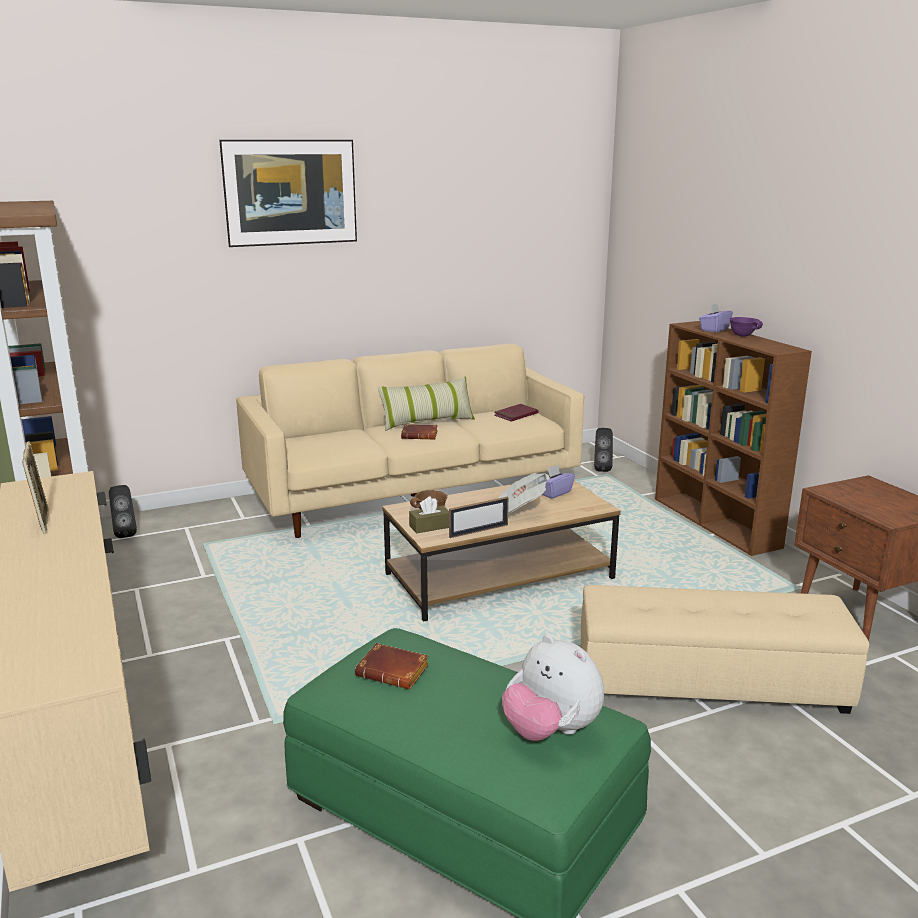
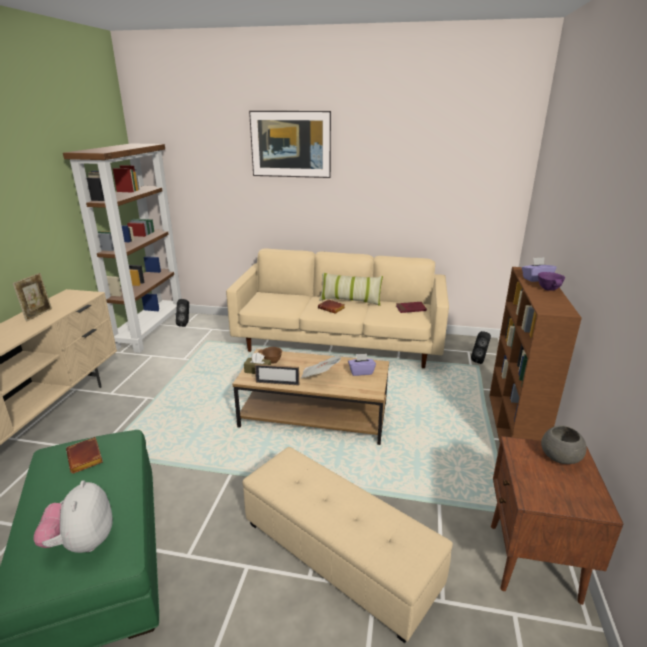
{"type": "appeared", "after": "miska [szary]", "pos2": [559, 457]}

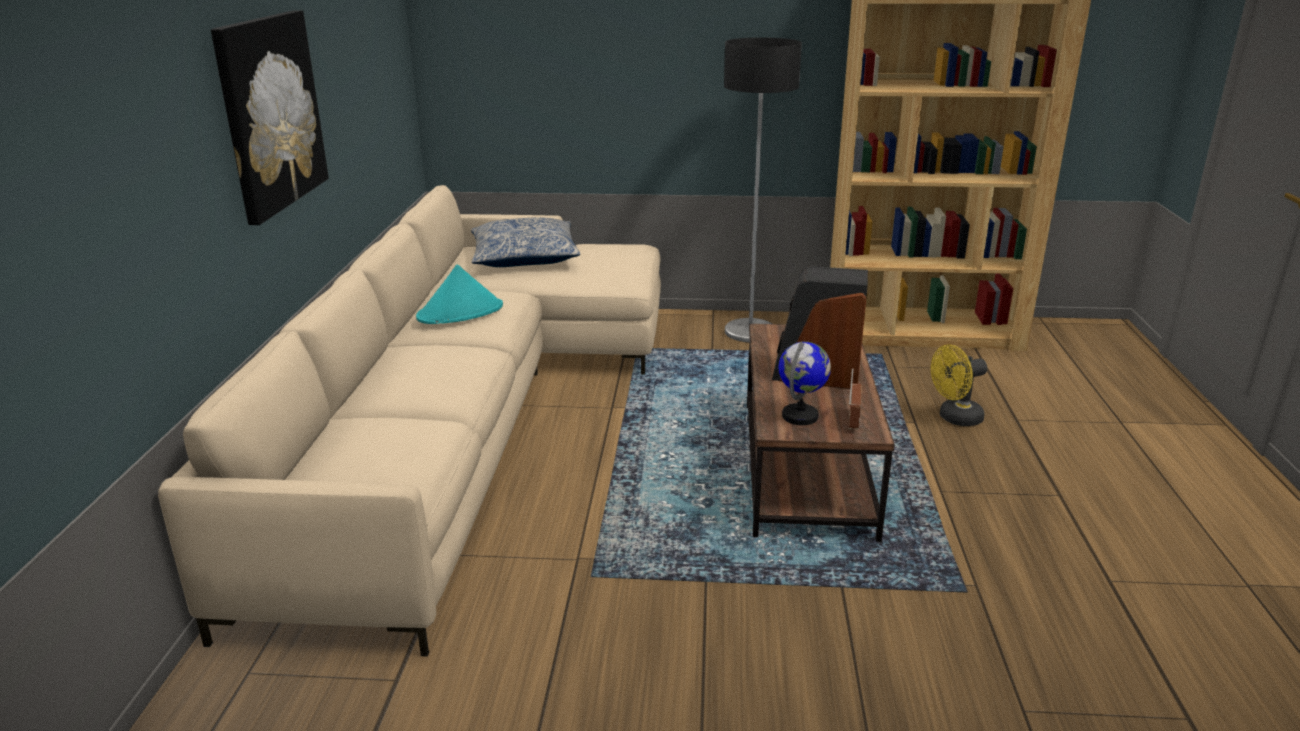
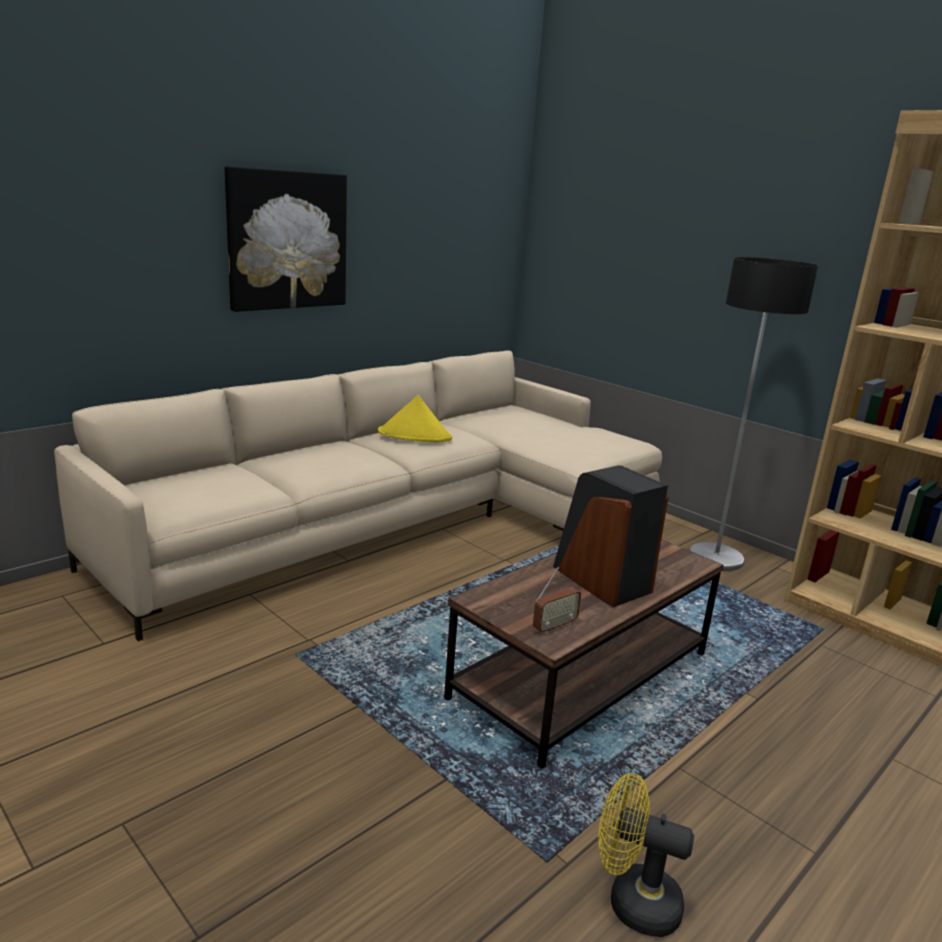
{"type": "colour", "before": "kapelusz [turkusowy]", "after": "kapelusz [żółty]", "pos1": [460, 312], "pos2": [415, 435]}
{"type": "missing", "before": "poduszka", "pos1": [524, 257]}
{"type": "missing", "before": "globus", "pos1": [800, 416]}
{"type": "relocated", "before": "wentylator [żółty]", "pos1": [954, 418], "pos2": [632, 901]}

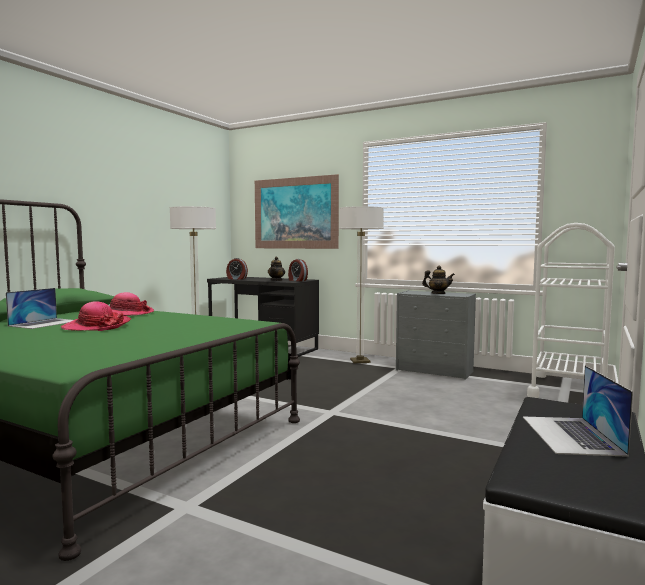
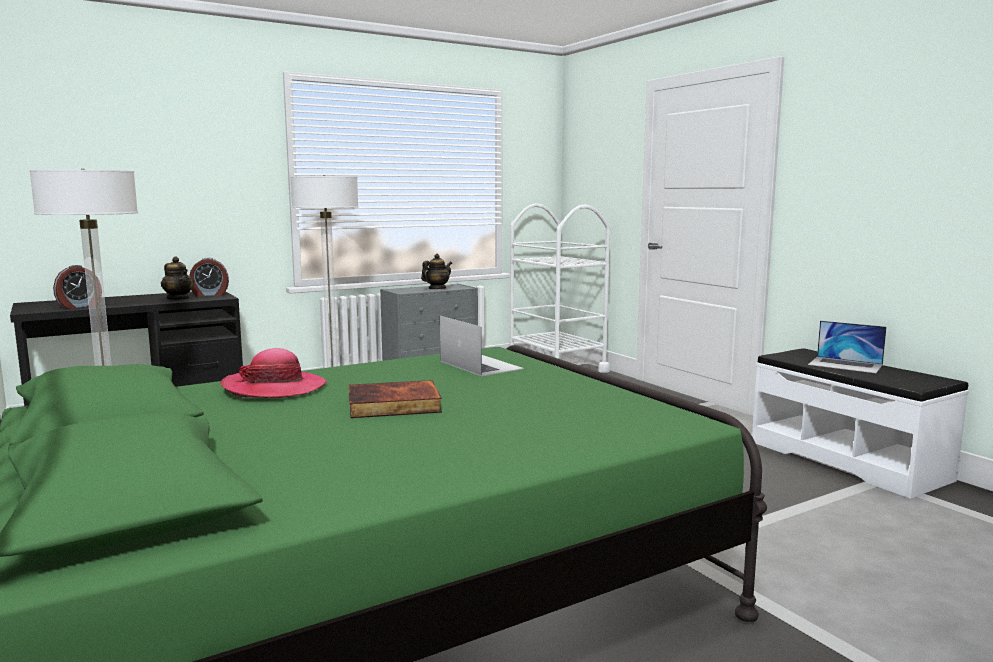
{"type": "relocated", "before": "laptop", "pos1": [45, 323], "pos2": [480, 365]}
{"type": "exchanged", "before": "kapelusz", "after": "książka", "pos1": [96, 326], "pos2": [393, 405]}
{"type": "missing", "before": "obraz", "pos1": [295, 213]}

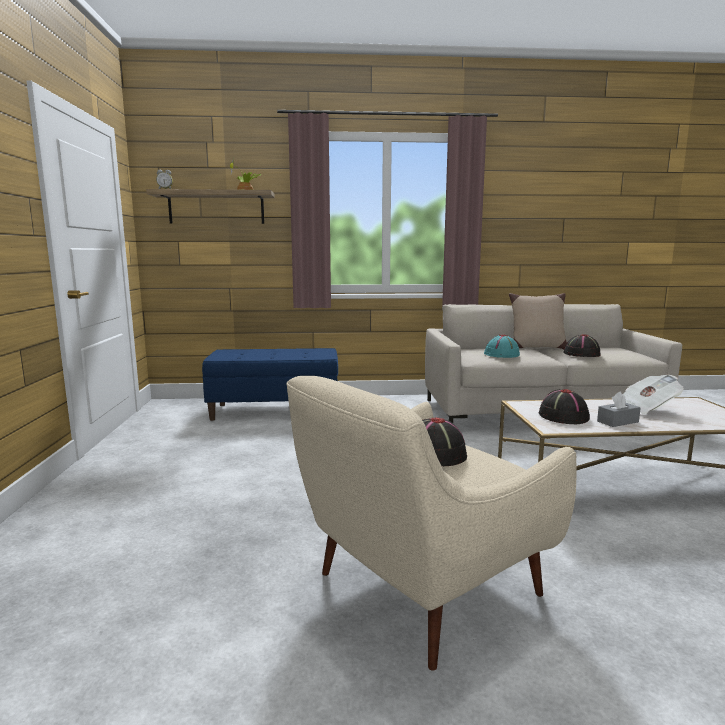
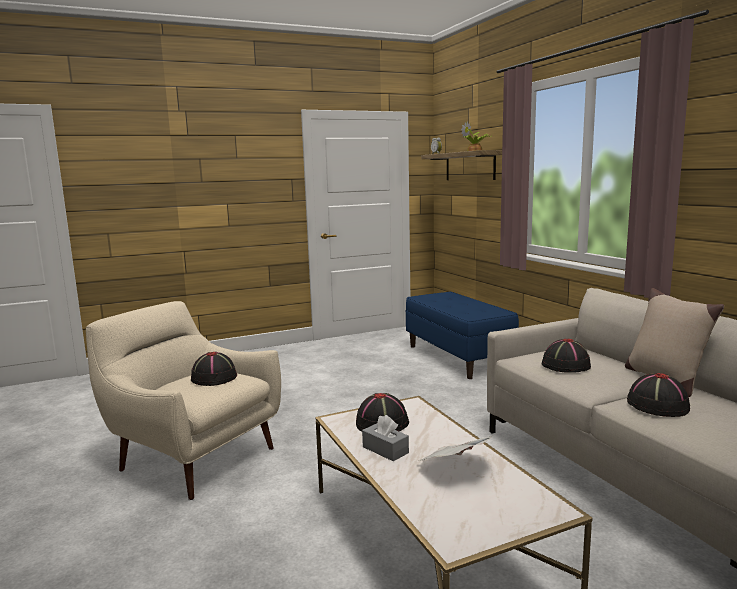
{"type": "colour", "before": "kapelusz [turkusowy]", "after": "kapelusz [czarny]", "pos1": [502, 355], "pos2": [565, 365]}

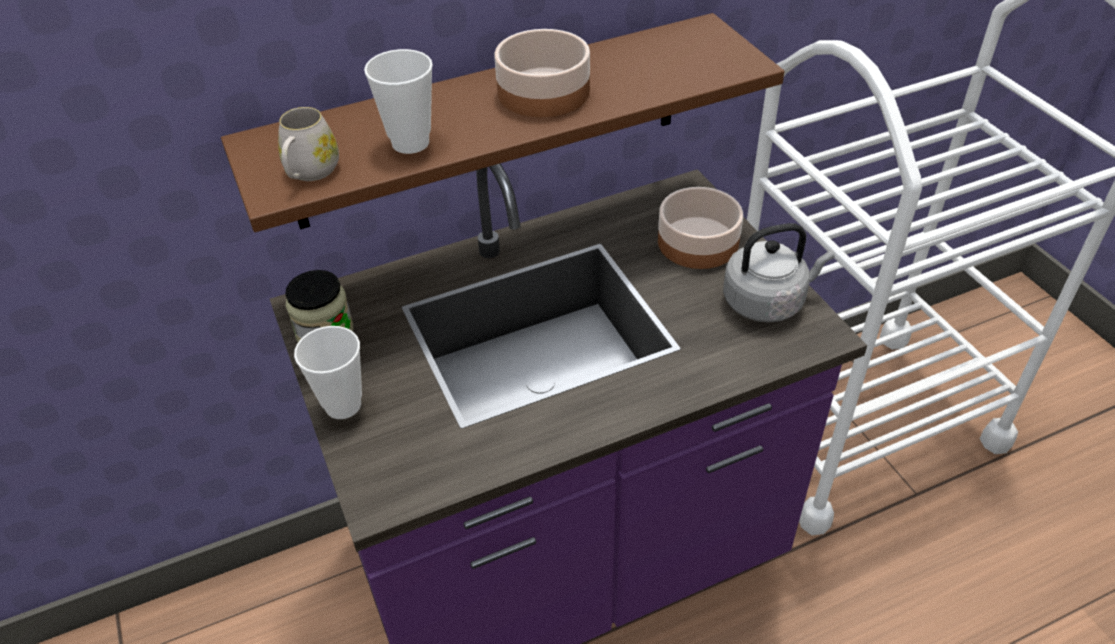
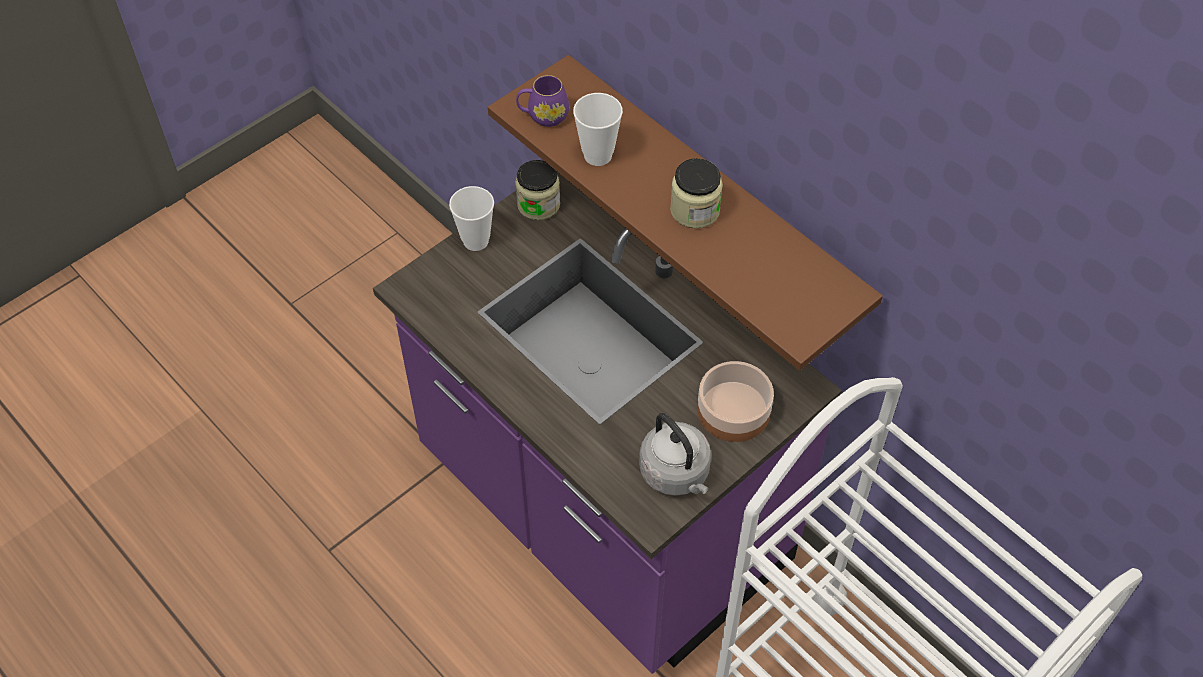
{"type": "colour", "before": "kubek [biały]", "after": "kubek [fioletowy]", "pos1": [309, 173], "pos2": [543, 116]}
{"type": "exchanged", "before": "miska", "after": "słoik", "pos1": [542, 92], "pos2": [695, 210]}

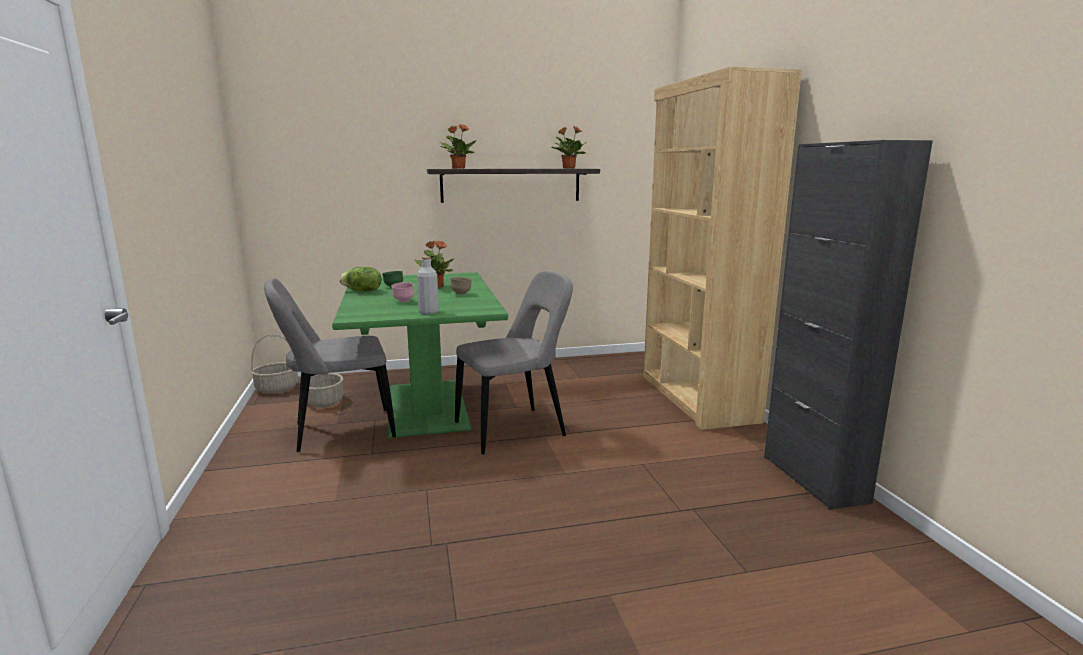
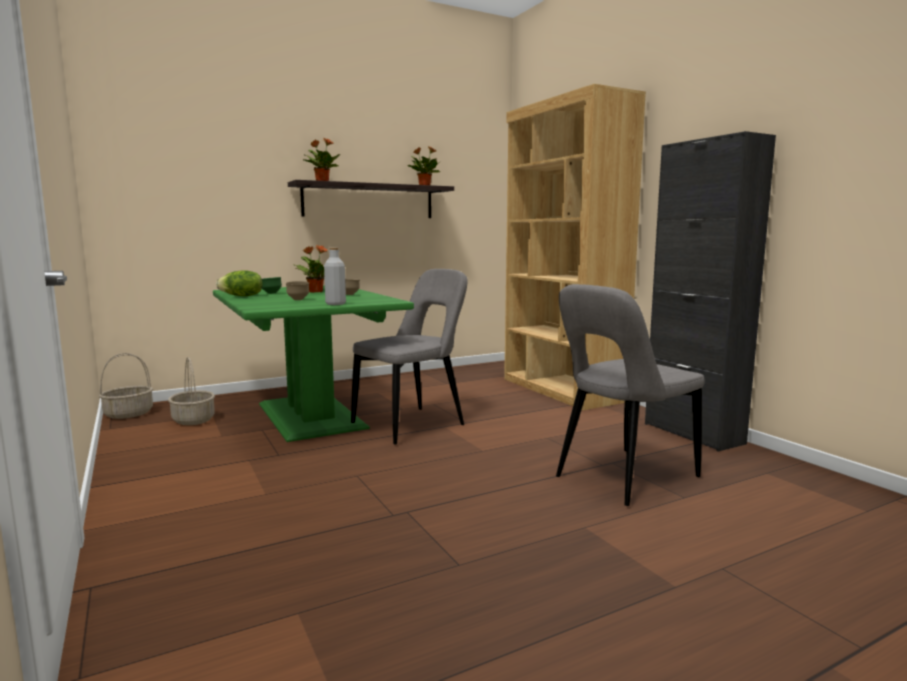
{"type": "relocated", "before": "krzesło [szary]", "pos1": [339, 431], "pos2": [622, 478]}
{"type": "colour", "before": "miska [różowy]", "after": "miska [brązowy]", "pos1": [403, 301], "pos2": [298, 300]}

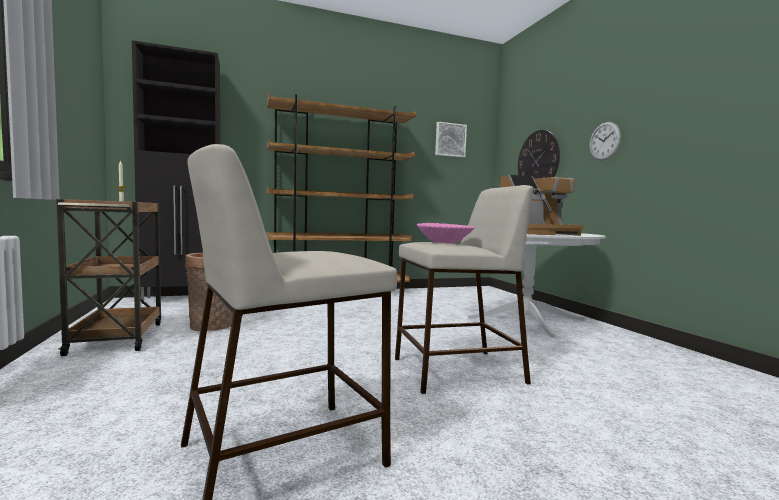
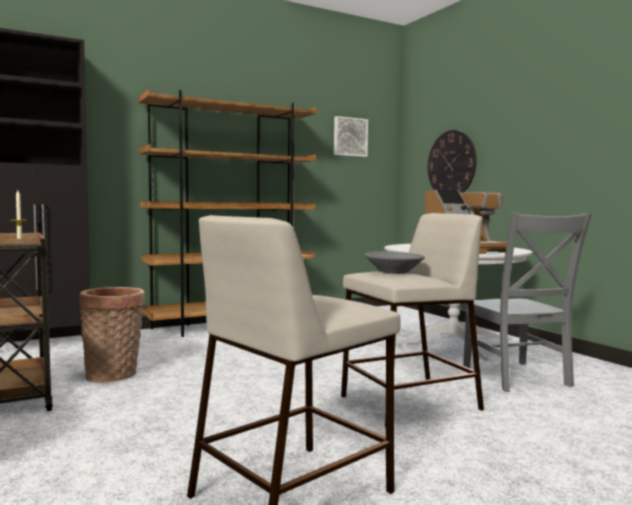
{"type": "colour", "before": "miska [różowy]", "after": "miska [szary]", "pos1": [444, 242], "pos2": [394, 272]}
{"type": "missing", "before": "zegar ścienny", "pos1": [604, 141]}
{"type": "appeared", "after": "krzesło [szary]", "pos2": [517, 377]}

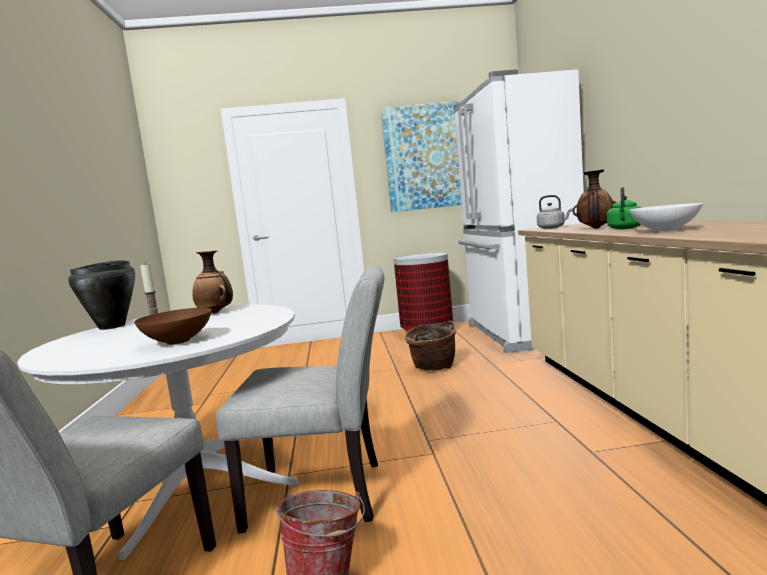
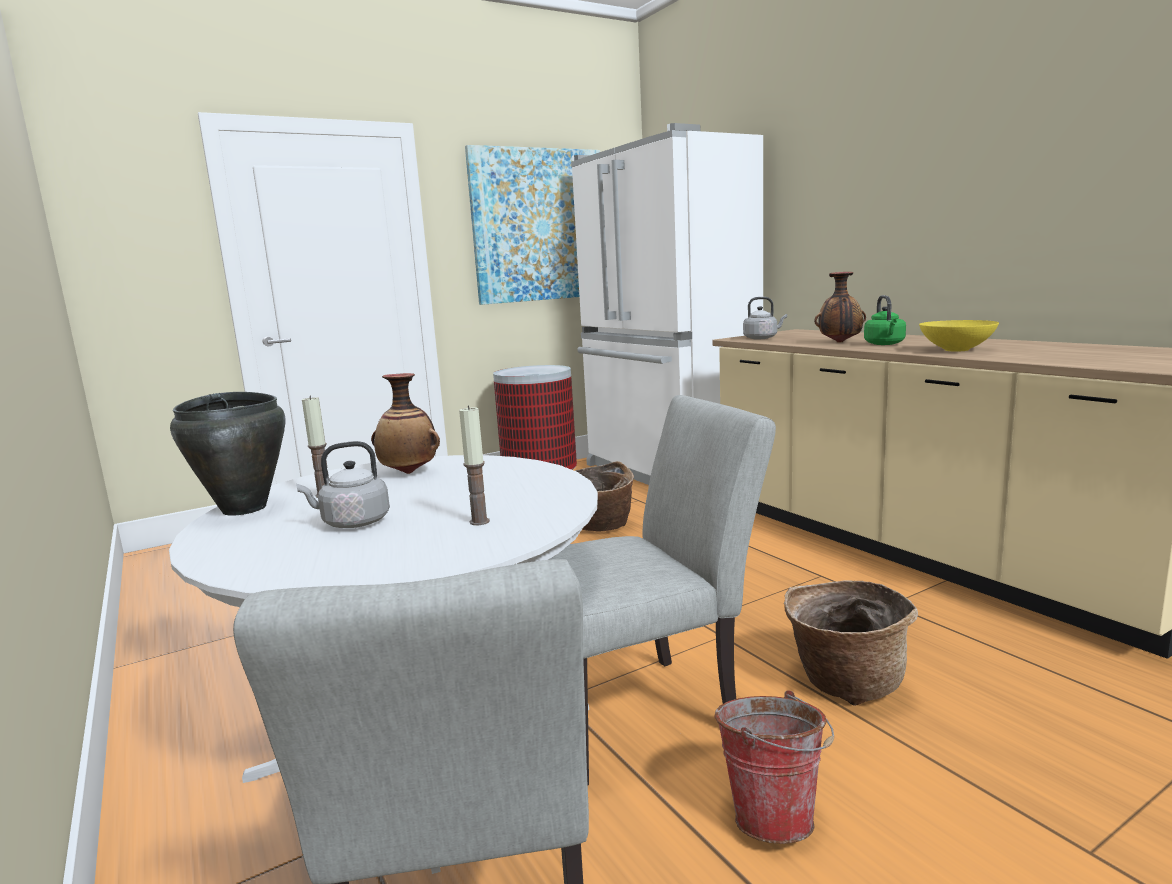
{"type": "exchanged", "before": "miska [brązowy]", "after": "świeca", "pos1": [179, 341], "pos2": [479, 522]}
{"type": "colour", "before": "miska [biały]", "after": "miska [żółty]", "pos1": [665, 230], "pos2": [956, 350]}
{"type": "appeared", "after": "czajnik [szary]", "pos2": [352, 523]}
{"type": "appeared", "after": "koszyk", "pos2": [844, 682]}

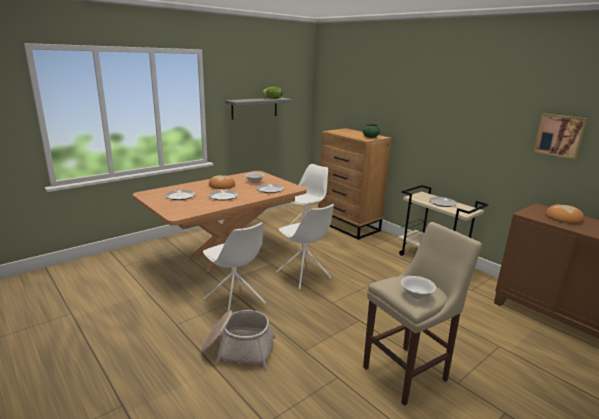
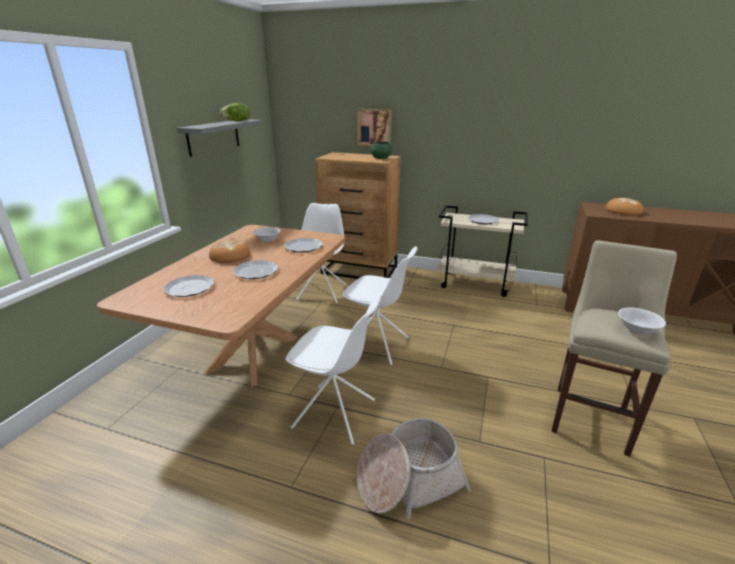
{"type": "relocated", "before": "obraz", "pos1": [560, 135], "pos2": [374, 127]}

